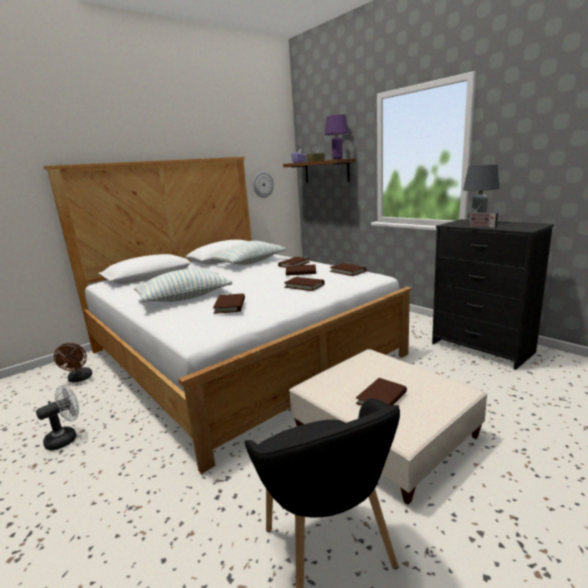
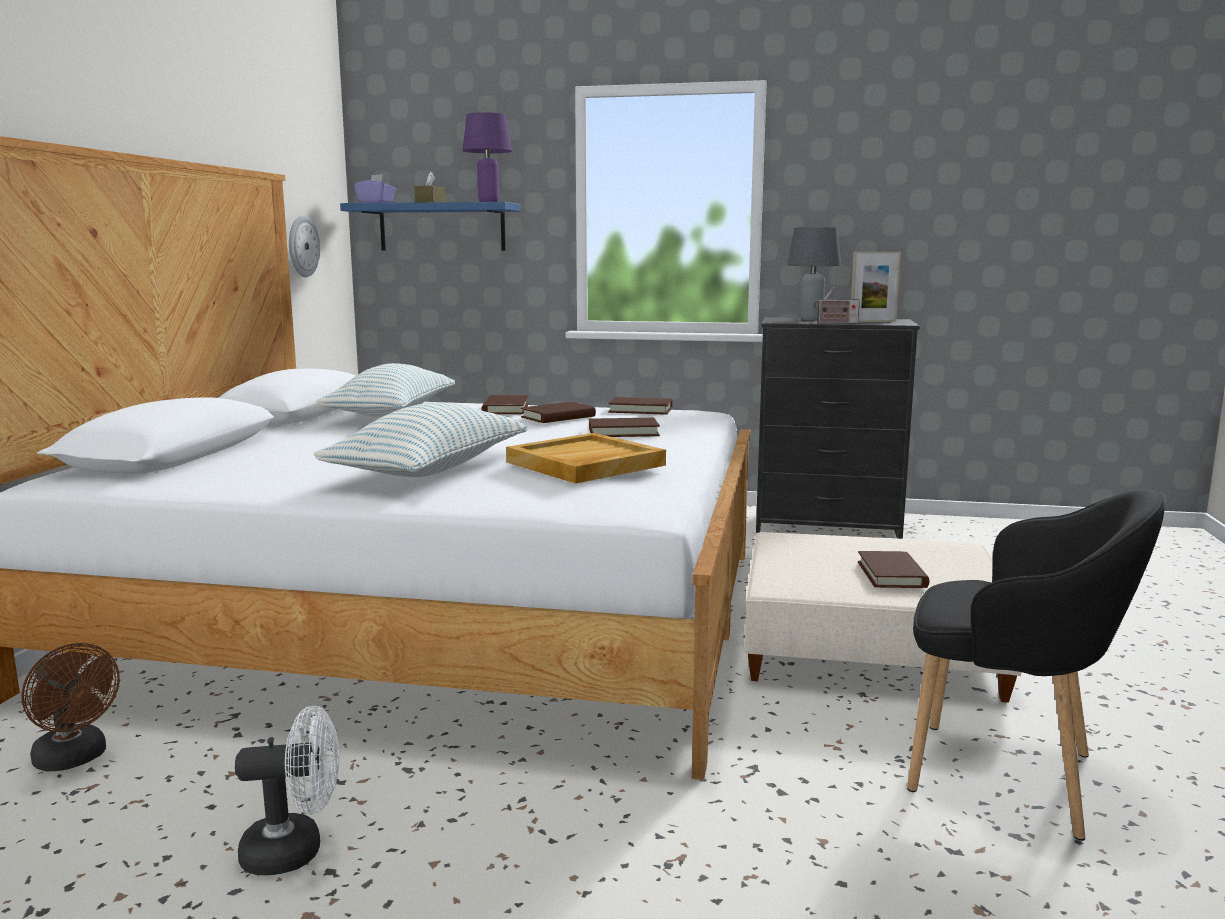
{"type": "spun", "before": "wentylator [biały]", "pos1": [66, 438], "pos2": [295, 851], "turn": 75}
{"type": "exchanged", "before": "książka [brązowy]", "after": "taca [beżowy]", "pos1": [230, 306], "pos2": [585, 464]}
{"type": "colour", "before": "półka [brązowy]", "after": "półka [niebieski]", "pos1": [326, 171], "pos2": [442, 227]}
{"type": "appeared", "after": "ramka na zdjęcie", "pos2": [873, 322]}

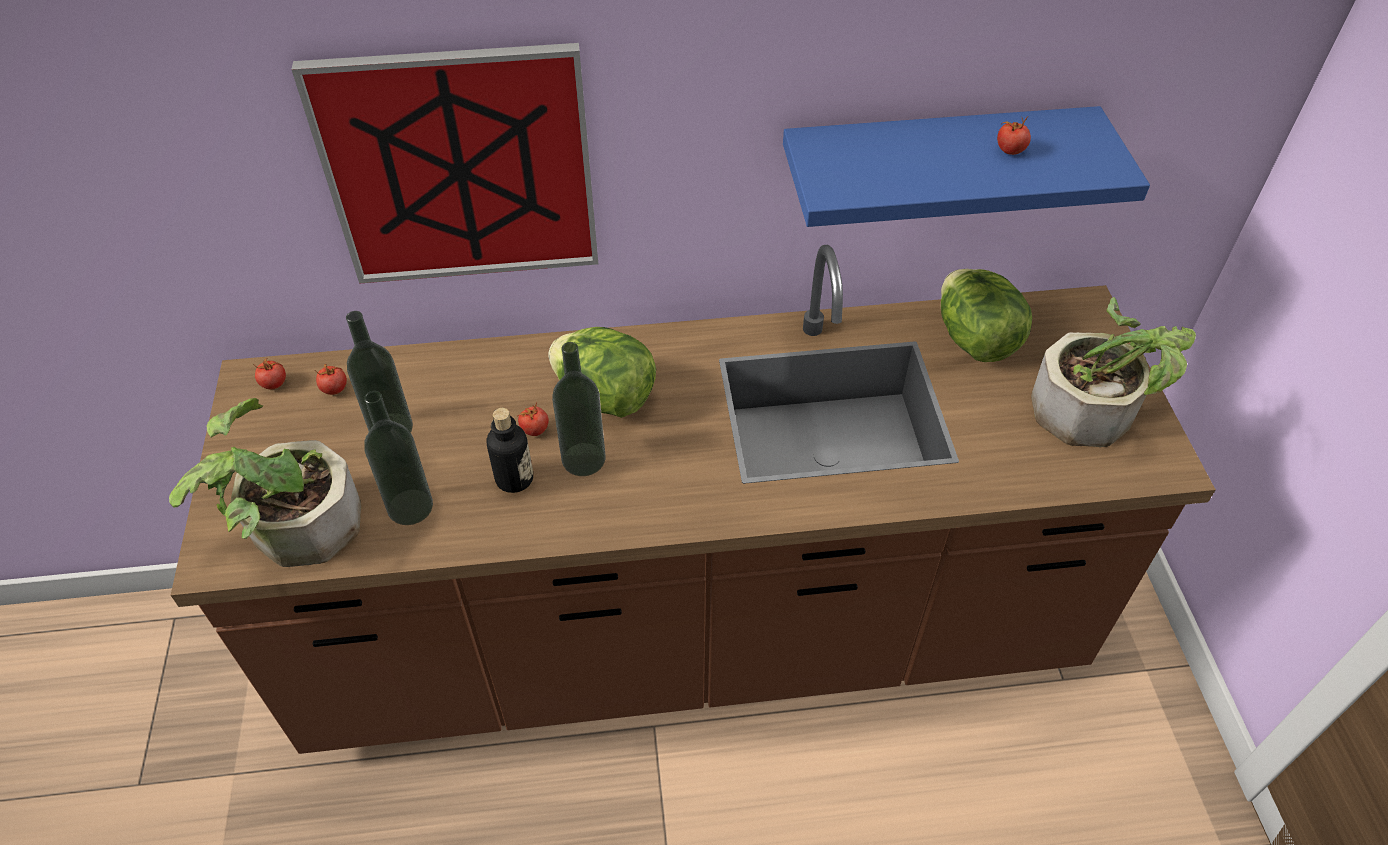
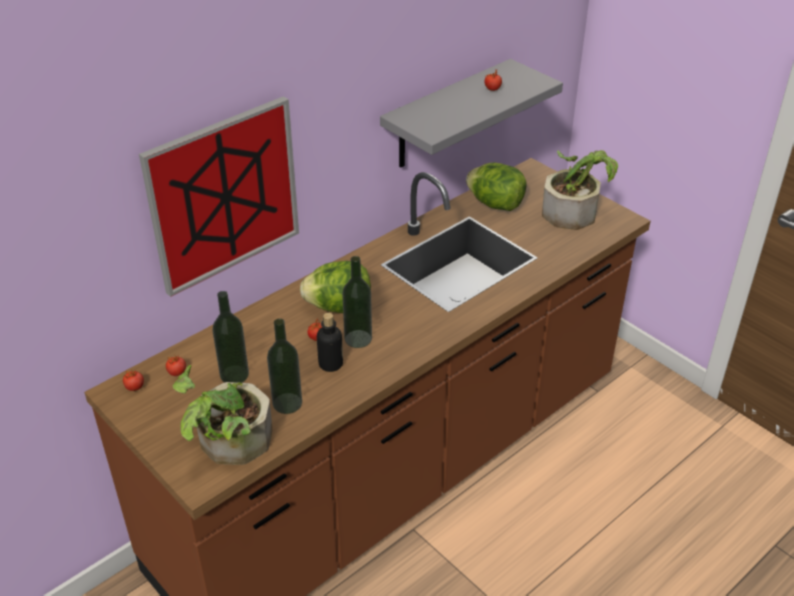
{"type": "colour", "before": "półka [niebieski]", "after": "półka [szary]", "pos1": [933, 166], "pos2": [446, 115]}

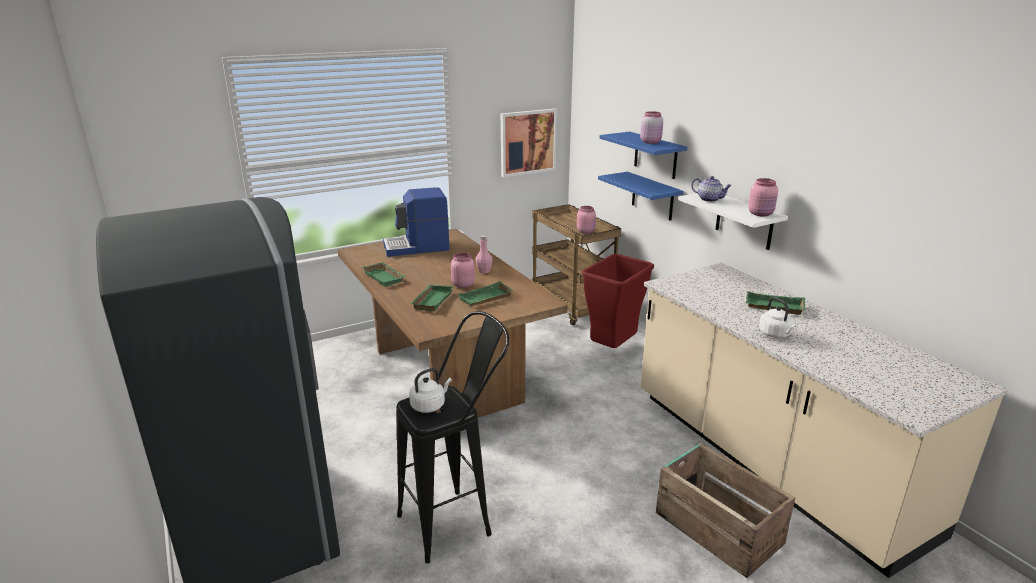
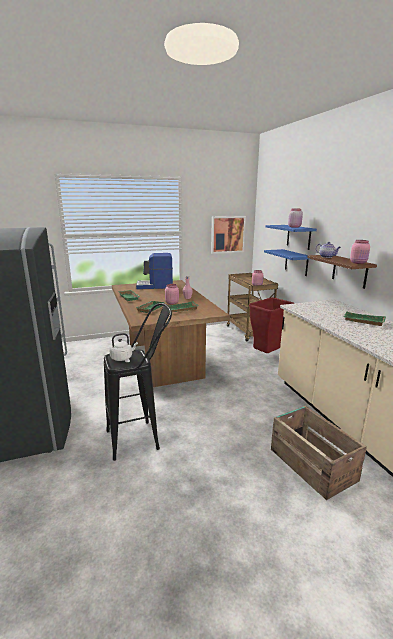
{"type": "colour", "before": "półka [biały]", "after": "półka [brązowy]", "pos1": [744, 221], "pos2": [349, 271]}
{"type": "missing", "before": "czajnik [biały]", "pos1": [776, 334]}

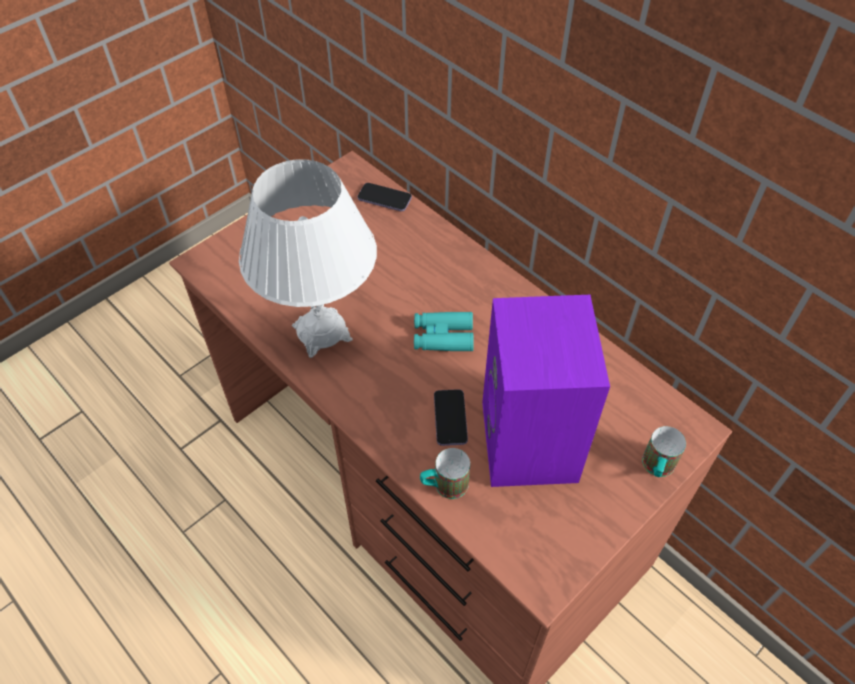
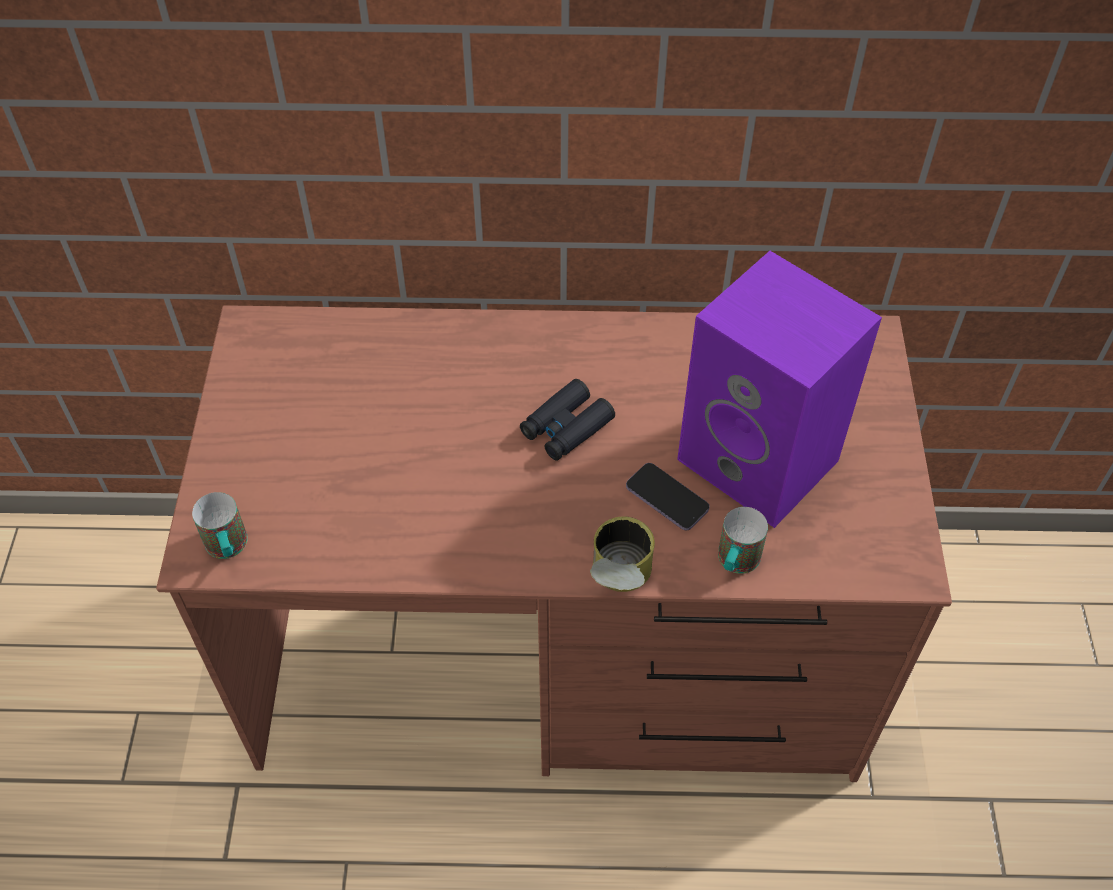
{"type": "missing", "before": "lampa stołowa [biały]", "pos1": [322, 333]}
{"type": "missing", "before": "telefon", "pos1": [384, 198]}
{"type": "colour", "before": "lornetka [turkusowy]", "after": "lornetka [czarny]", "pos1": [443, 336], "pos2": [566, 427]}
{"type": "relocated", "before": "kubek", "pos1": [656, 468], "pos2": [228, 549]}
{"type": "appeared", "after": "puszka", "pos2": [618, 582]}

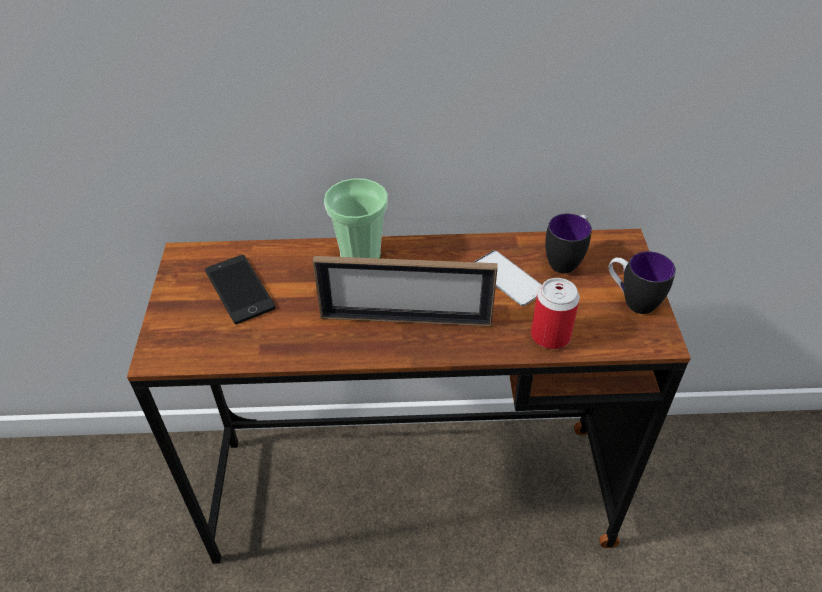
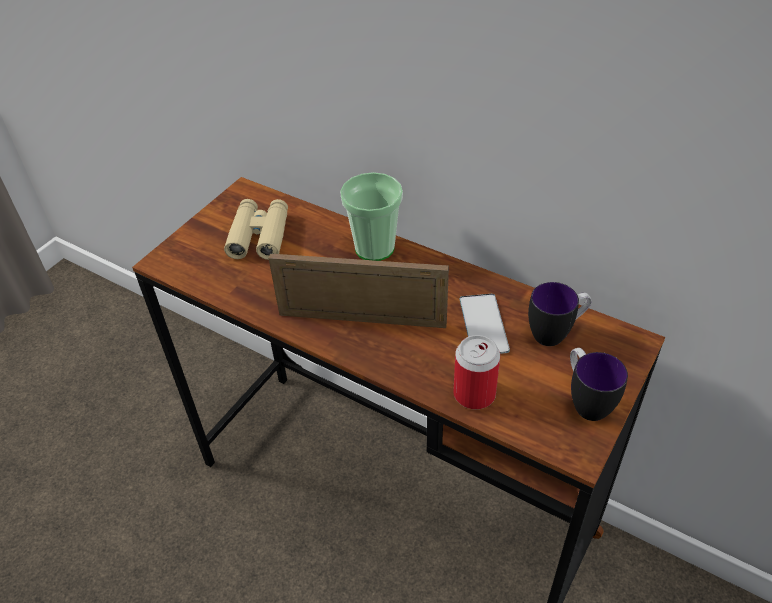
{"type": "exchanged", "before": "telefon", "after": "lornetka [beżowy]", "pos1": [239, 289], "pos2": [259, 236]}
{"type": "spun", "before": "ramka na zdjęcie", "pos1": [405, 319], "pos2": [362, 319], "turn": 150}

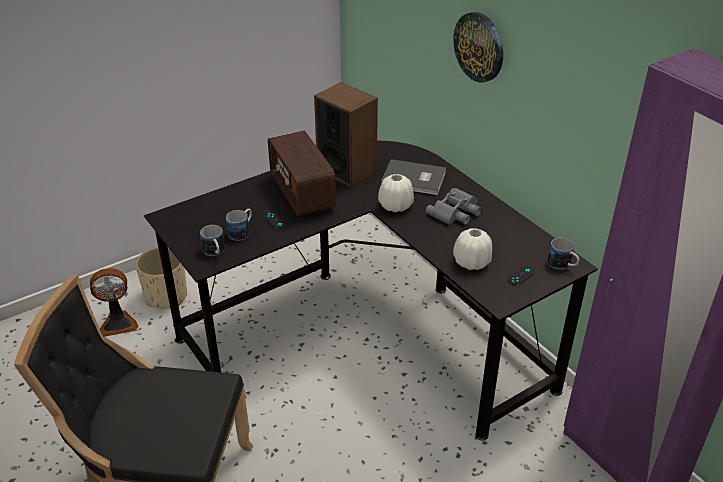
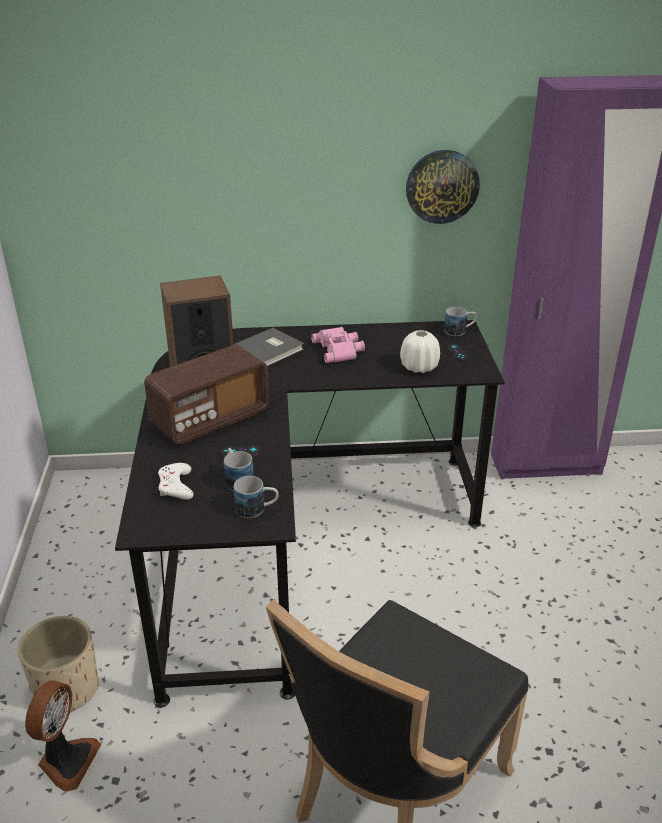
{"type": "spun", "before": "radio", "pos1": [302, 193], "pos2": [210, 419], "turn": -45}
{"type": "missing", "before": "wazon [biały]", "pos1": [395, 206]}
{"type": "colour", "before": "lornetka [szary]", "after": "lornetka [różowy]", "pos1": [456, 212], "pos2": [339, 349]}
{"type": "relocated", "before": "zegar ścienny", "pos1": [479, 47], "pos2": [442, 186]}
{"type": "appeared", "after": "pad do gier [biały]", "pos2": [176, 486]}

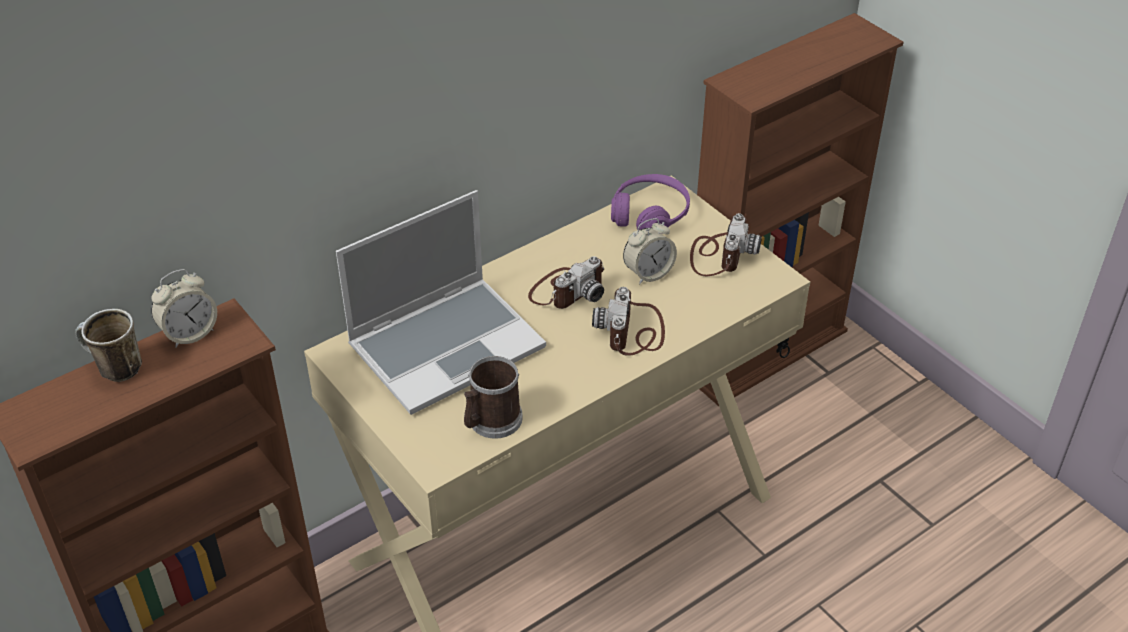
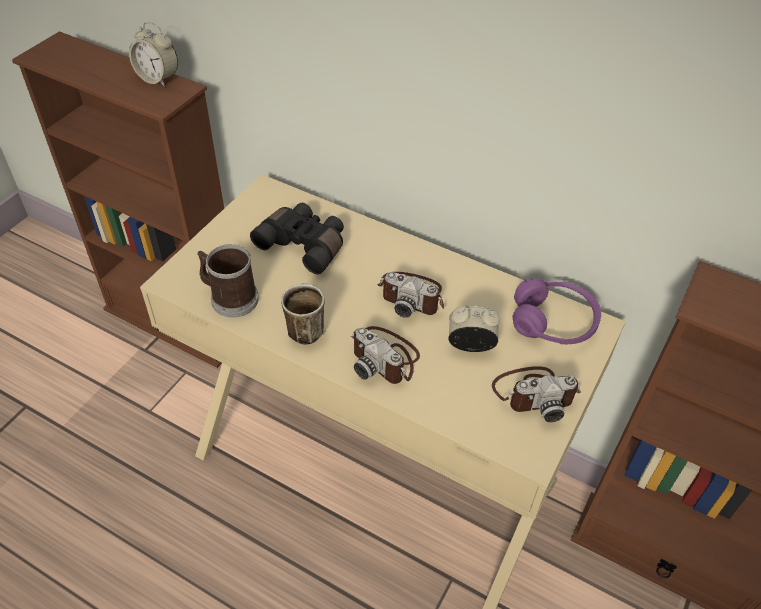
{"type": "relocated", "before": "kubek", "pos1": [113, 369], "pos2": [304, 328]}
{"type": "exchanged", "before": "laptop", "after": "lornetka [czarny]", "pos1": [447, 345], "pos2": [304, 244]}
{"type": "spun", "before": "aparat fotograficzny", "pos1": [633, 331], "pos2": [385, 357], "turn": -120}
{"type": "spun", "before": "budzik", "pos1": [648, 273], "pos2": [470, 345], "turn": 150}

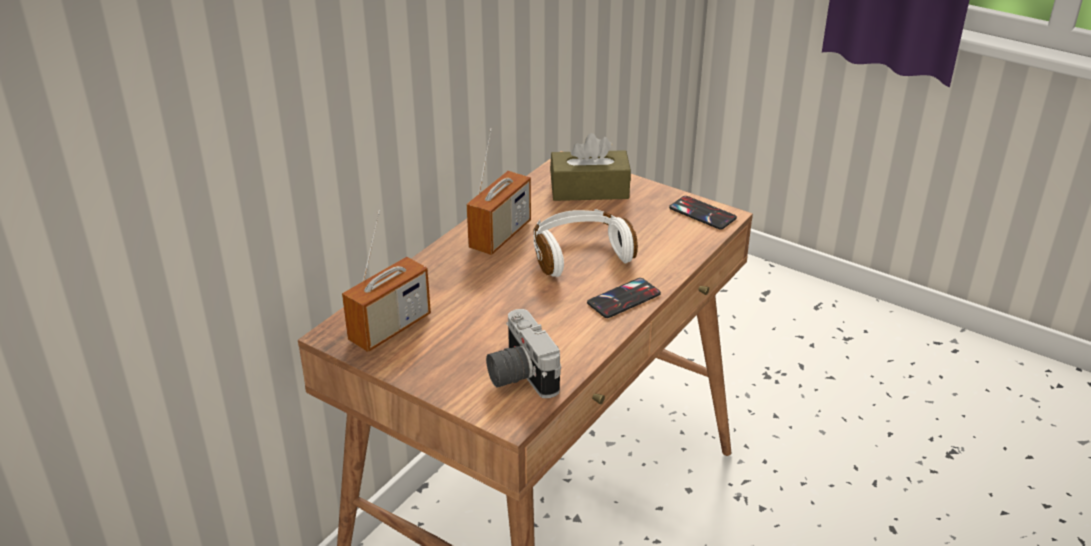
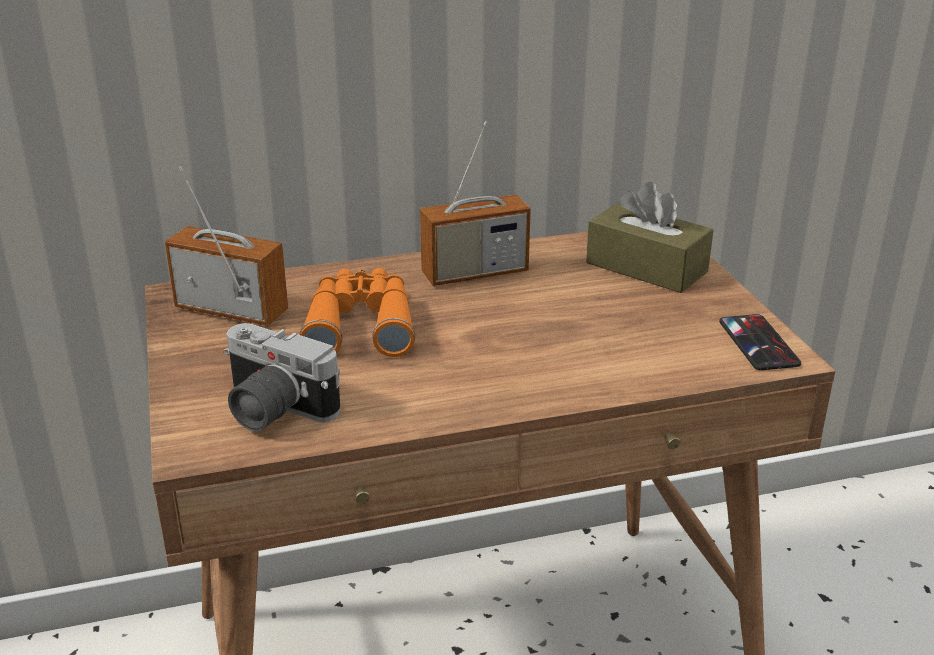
{"type": "spun", "before": "radio", "pos1": [390, 328], "pos2": [232, 310], "turn": -150}
{"type": "spun", "before": "aparat fotograficzny", "pos1": [518, 375], "pos2": [271, 411], "turn": -75}
{"type": "missing", "before": "słuchawki [biały]", "pos1": [579, 254]}
{"type": "missing", "before": "telefon", "pos1": [624, 299]}
{"type": "appeared", "after": "lornetka [pomarańczowy]", "pos2": [360, 325]}

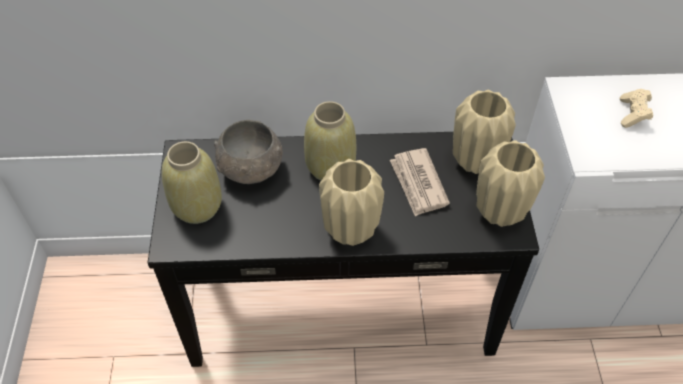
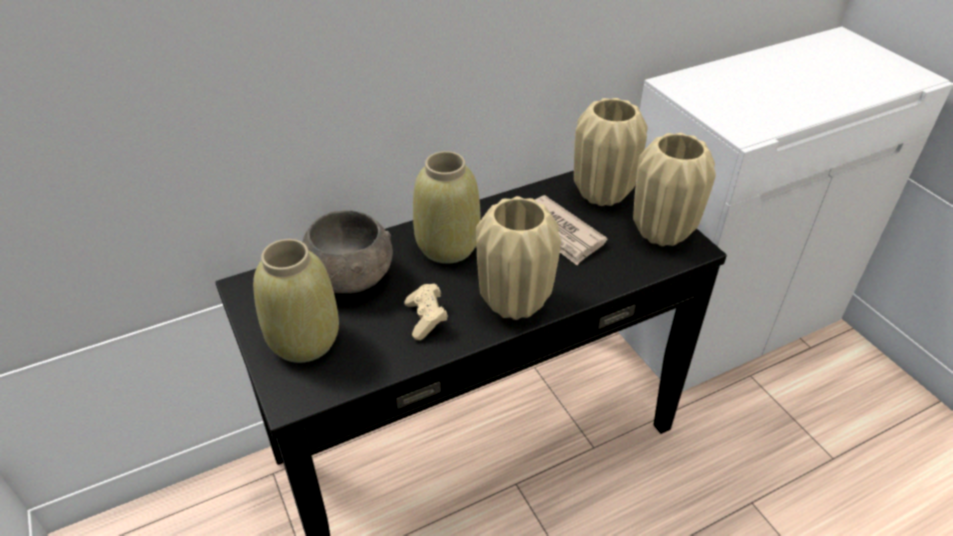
{"type": "relocated", "before": "pad do gier [beżowy]", "pos1": [633, 114], "pos2": [426, 319]}

